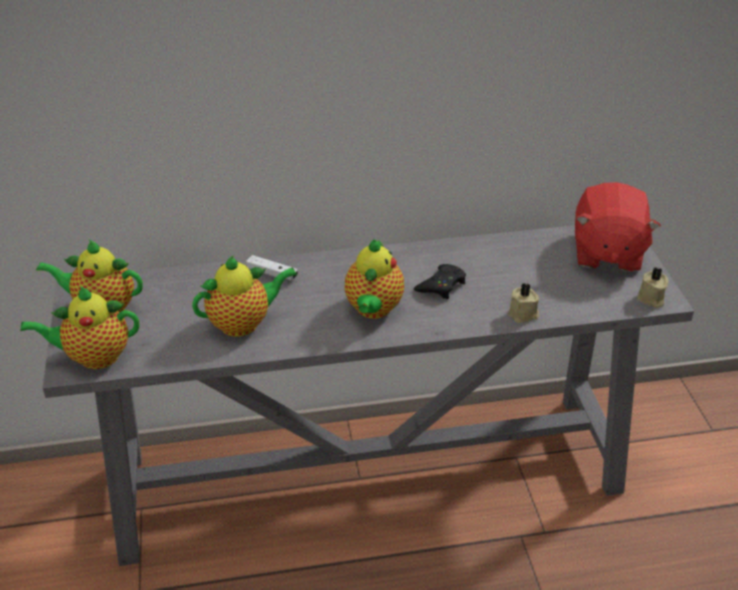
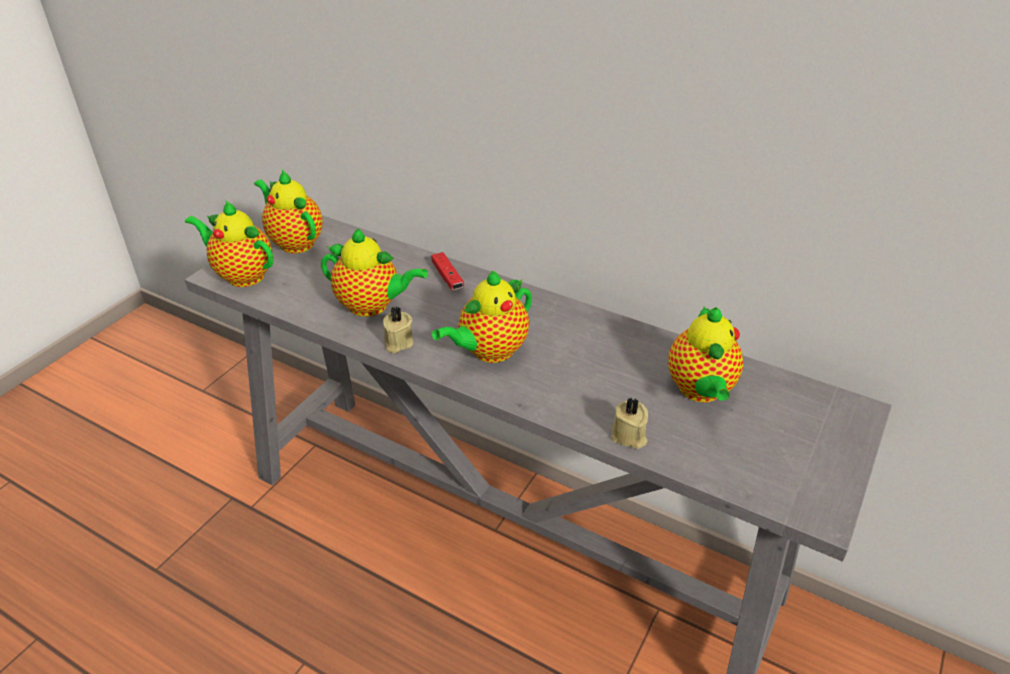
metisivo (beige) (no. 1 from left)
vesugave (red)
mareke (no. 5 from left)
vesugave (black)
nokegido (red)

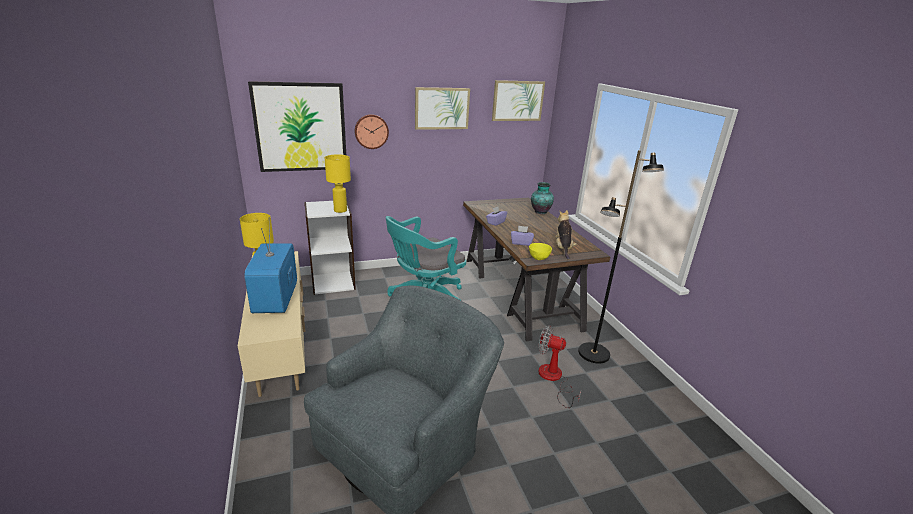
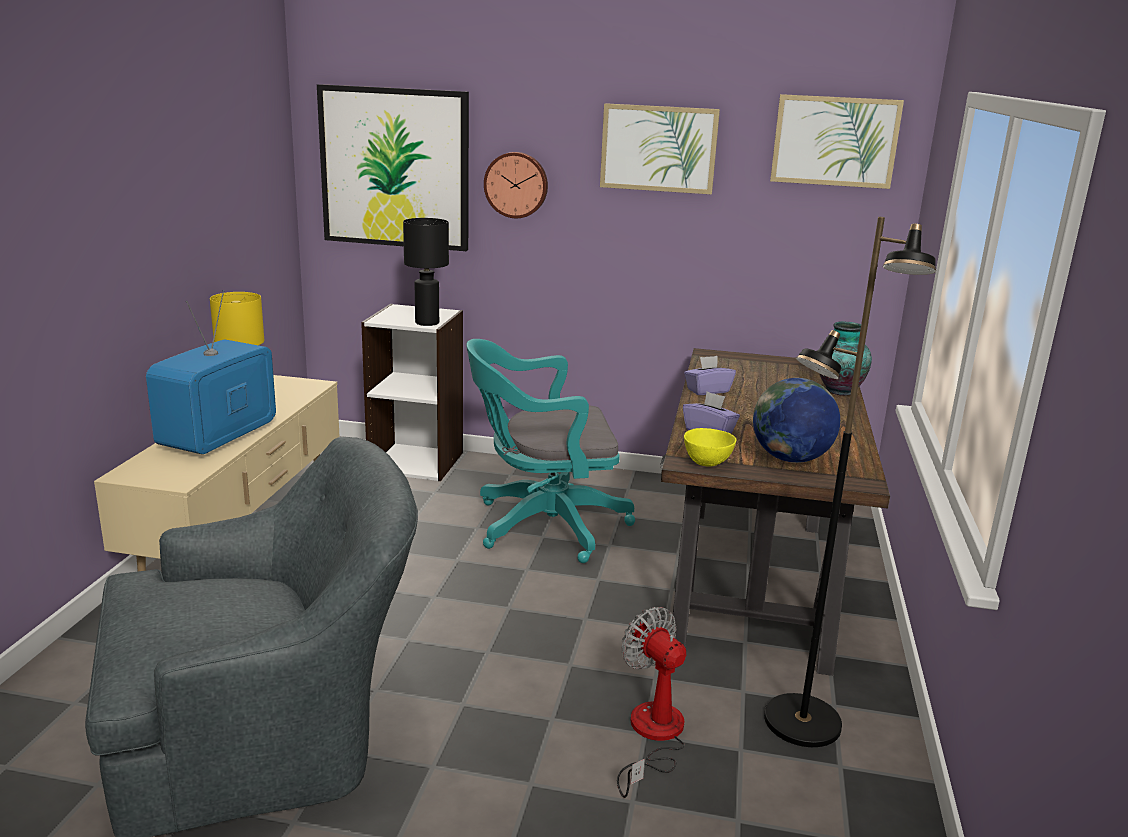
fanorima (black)
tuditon

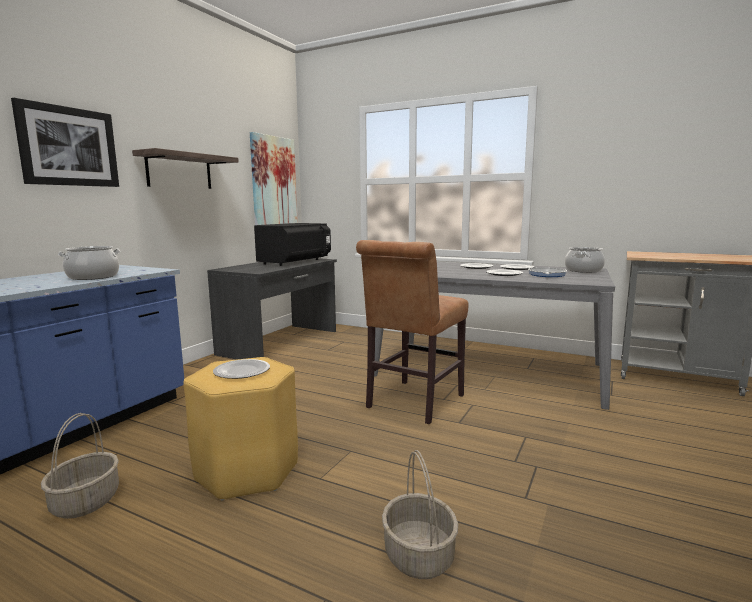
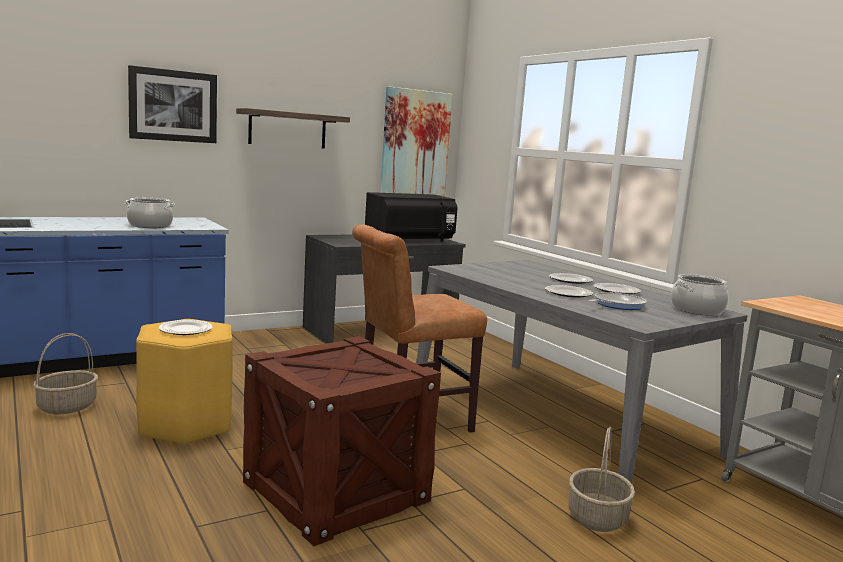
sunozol
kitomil (no. 2 from left)

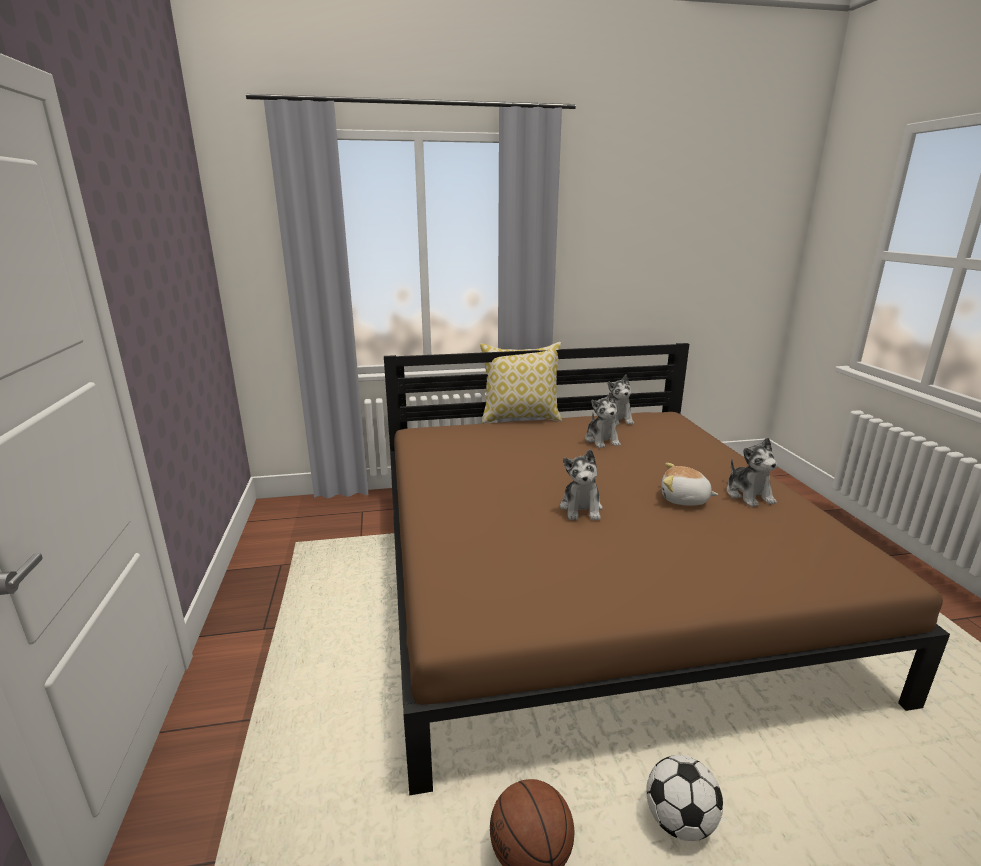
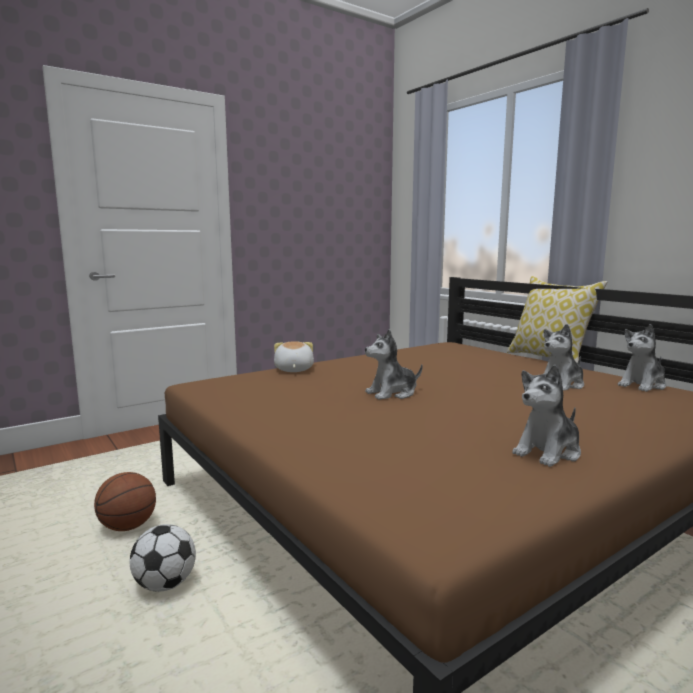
nokegido (no. 1 from left)

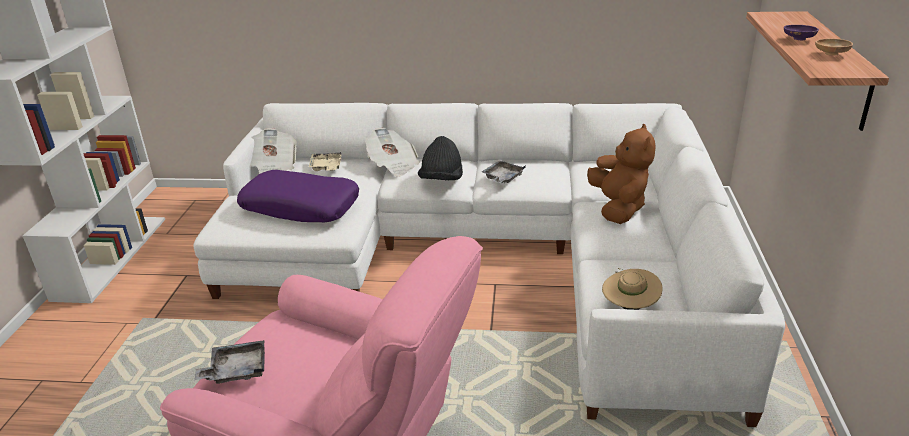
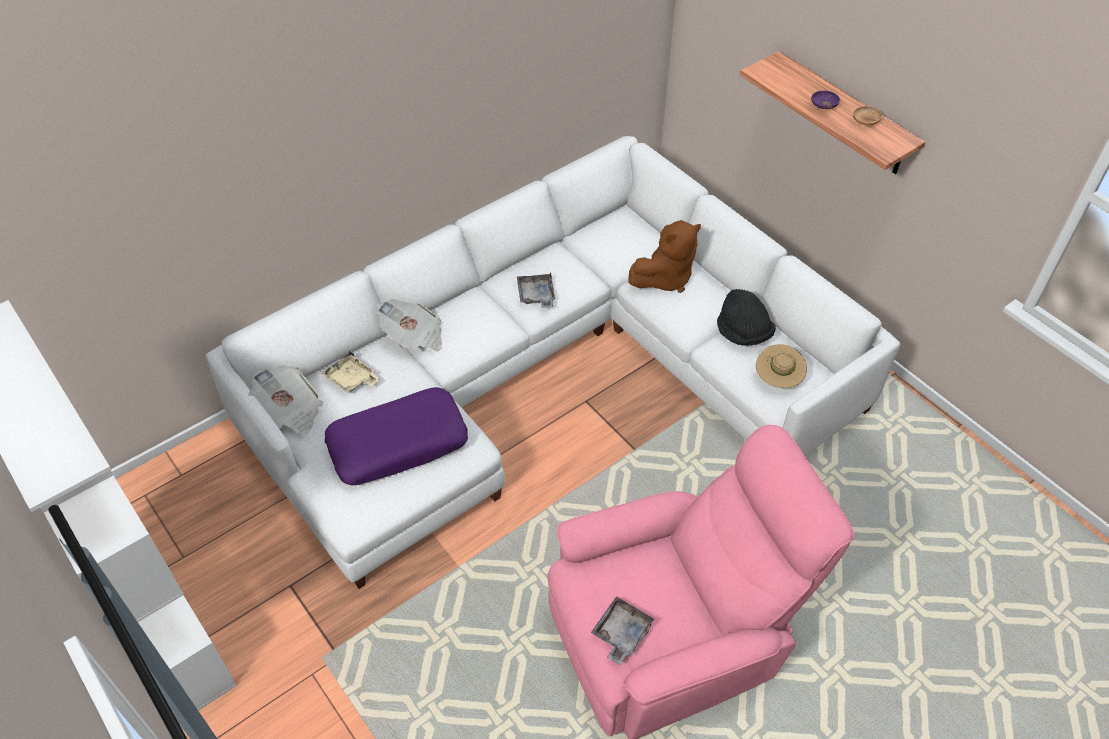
nokegido (brown)
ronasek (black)

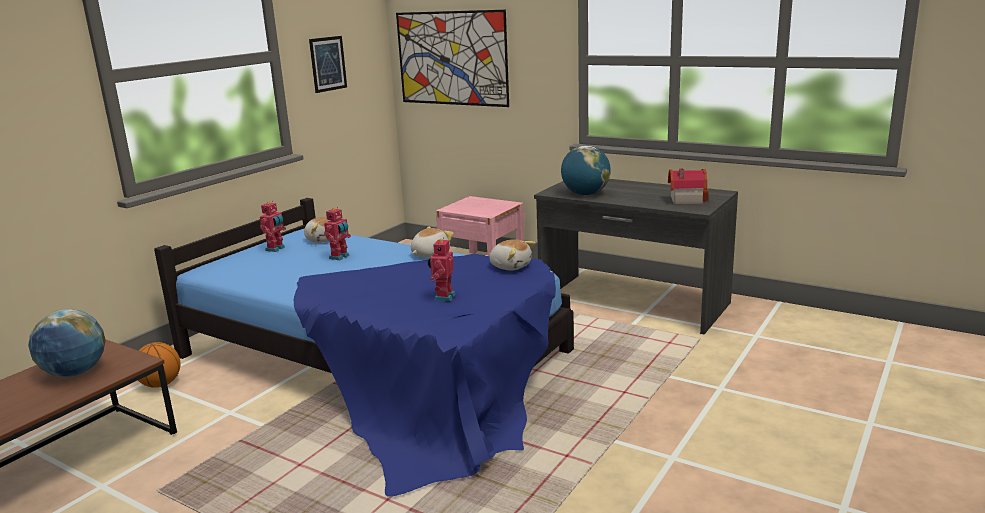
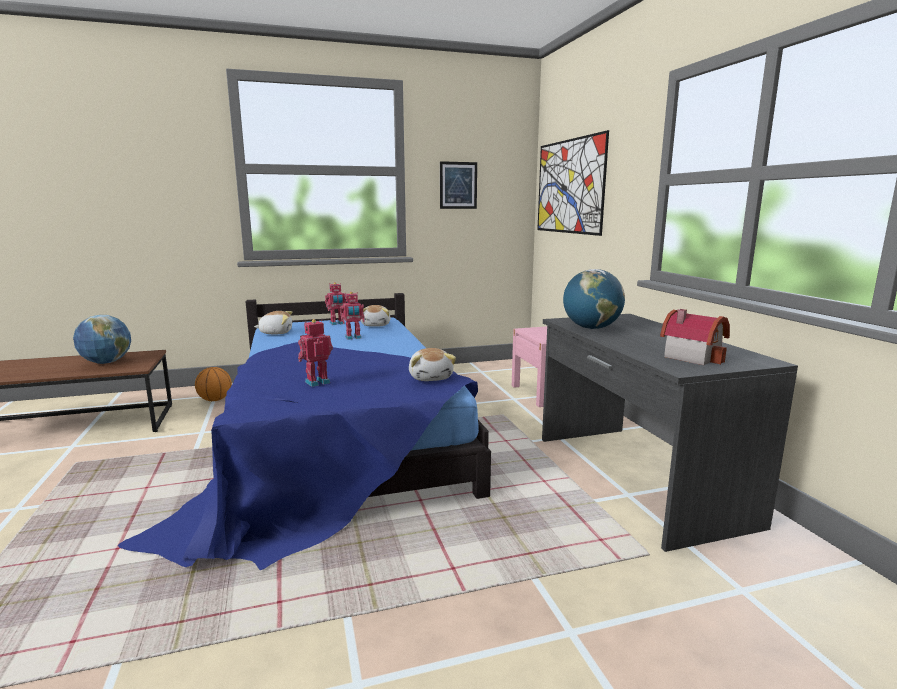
nokegido (no. 1 from left)

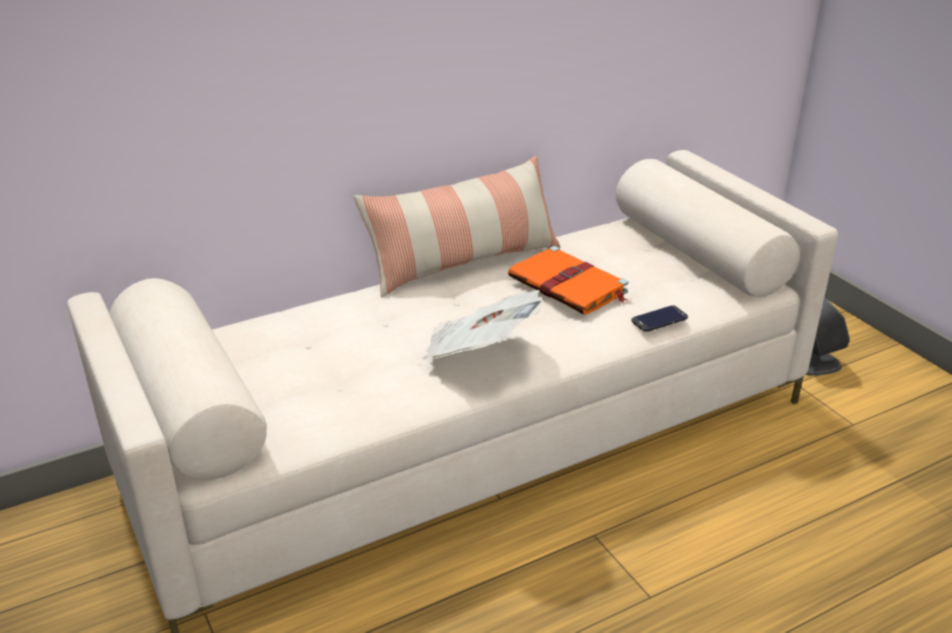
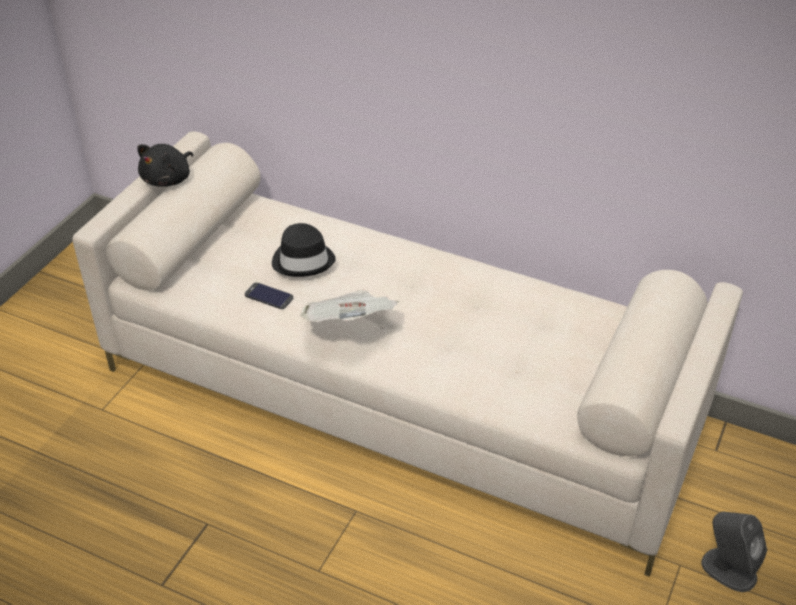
nokegido (black)
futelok
ronasek (black)
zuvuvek
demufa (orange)

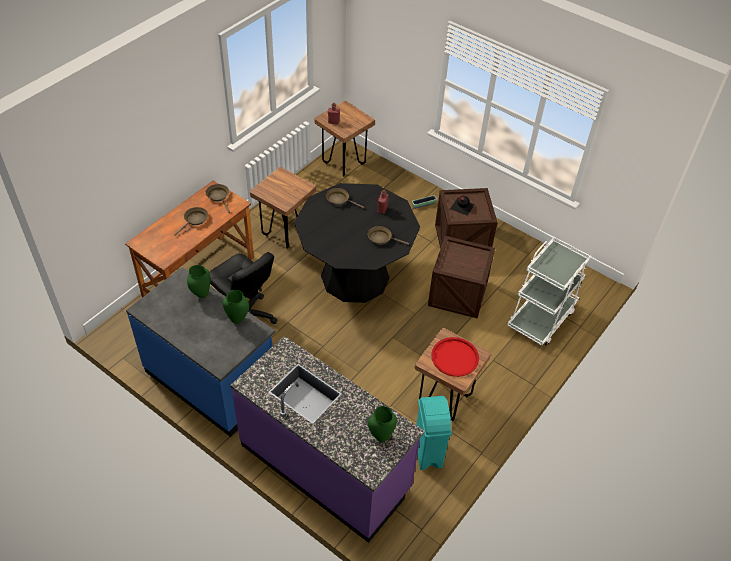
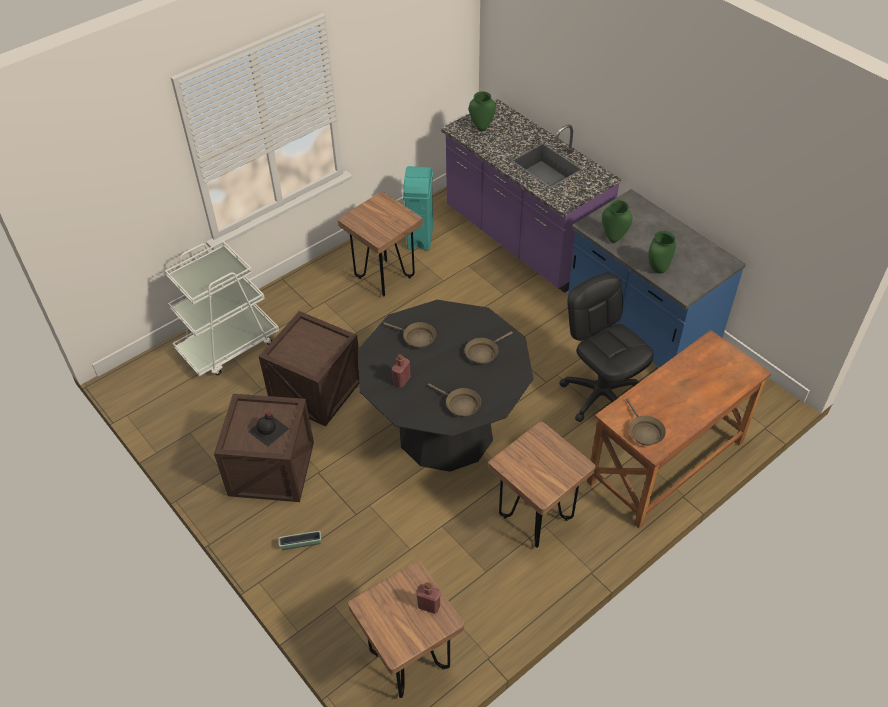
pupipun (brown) (no. 3 from left)
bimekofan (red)

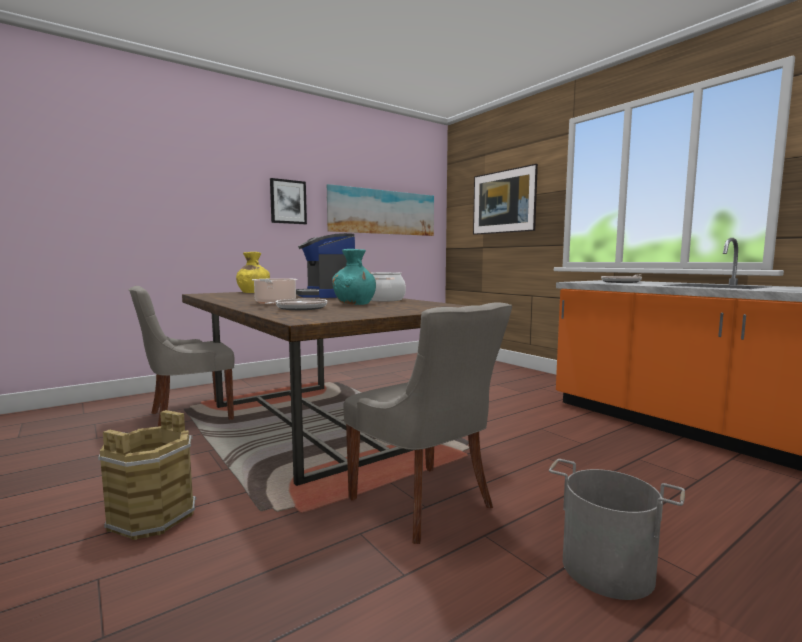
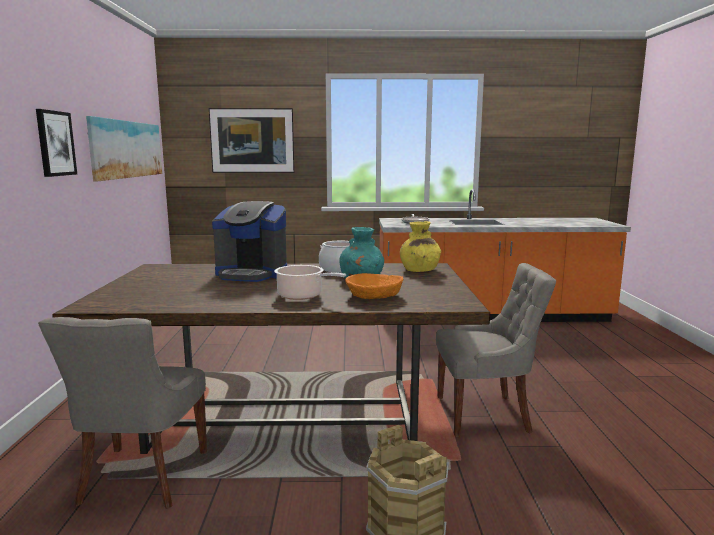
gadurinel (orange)
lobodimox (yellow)
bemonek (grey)

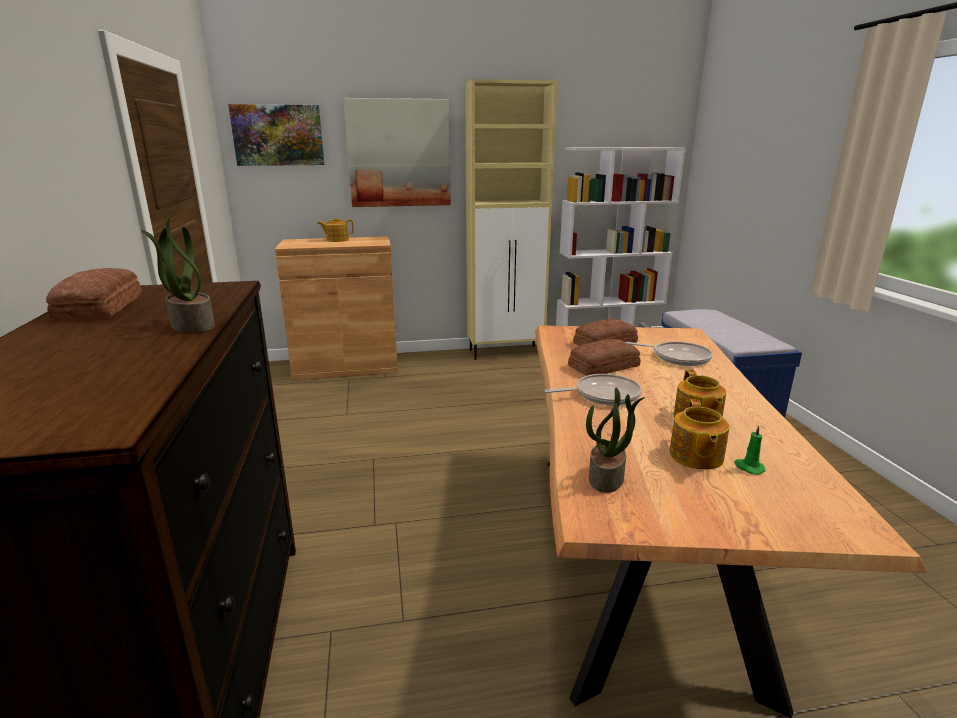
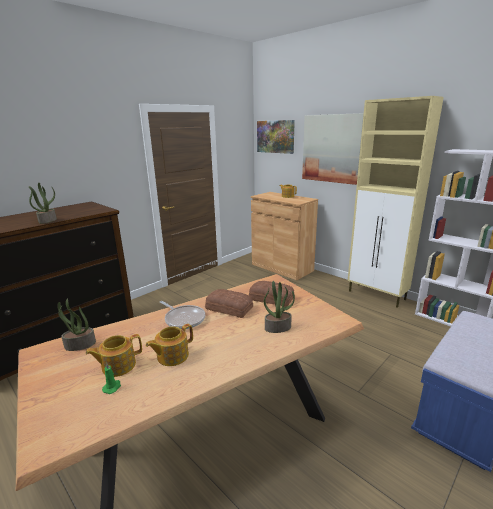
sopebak (no. 3 from left)
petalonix (no. 1 from left in the first image)

